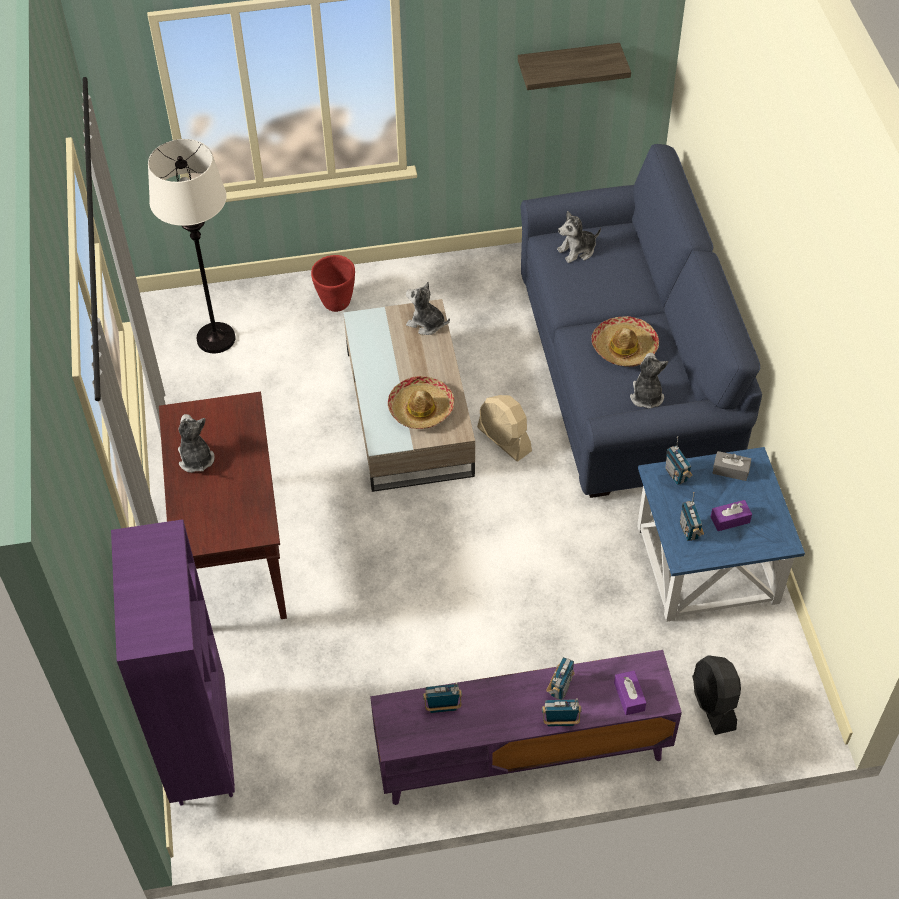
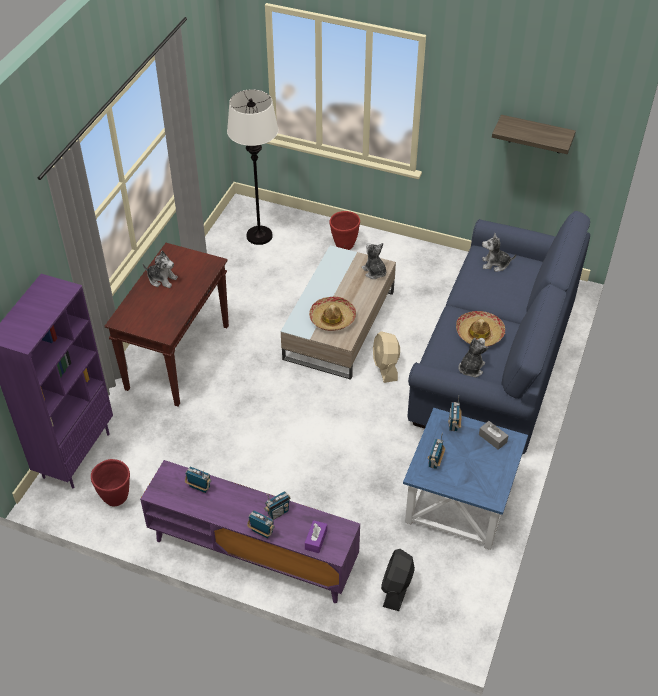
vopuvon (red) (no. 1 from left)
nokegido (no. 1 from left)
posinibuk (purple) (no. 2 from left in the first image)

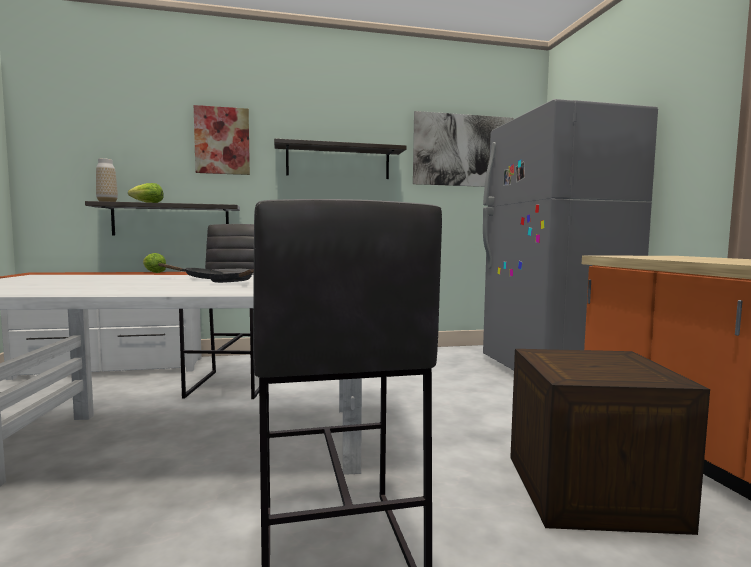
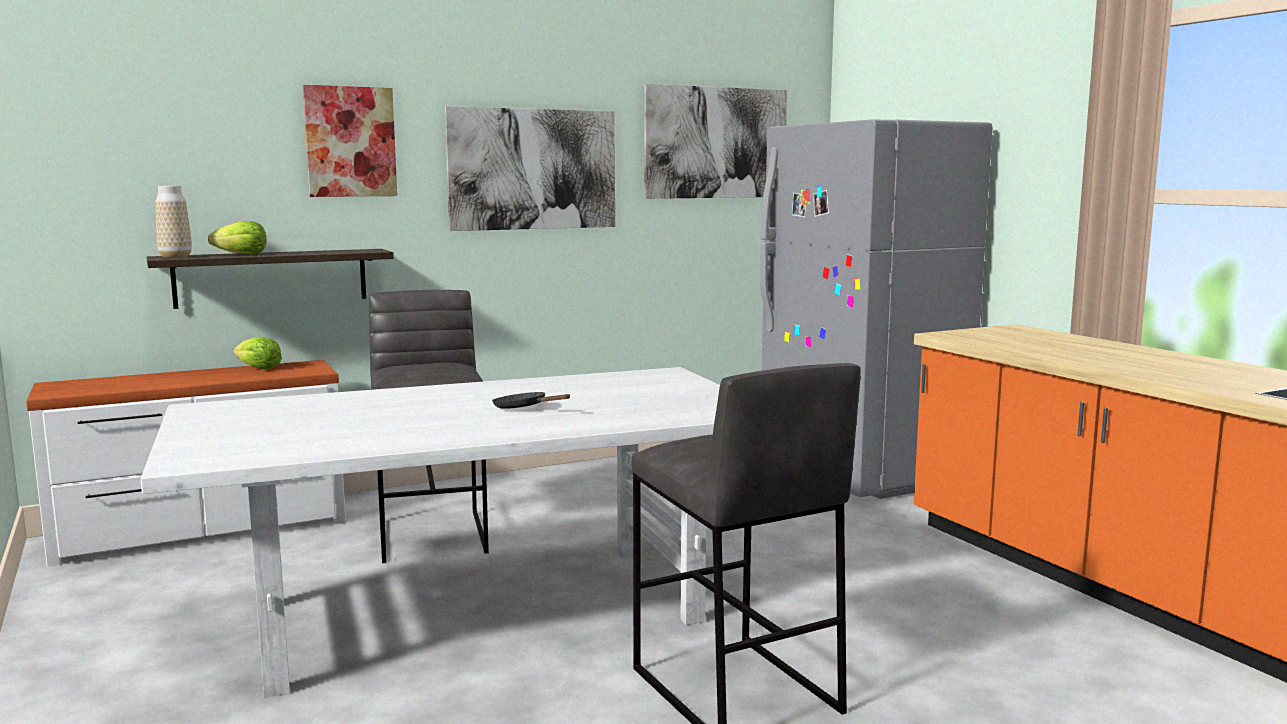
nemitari (no. 2 from left)
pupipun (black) (no. 1 from left in the first image)
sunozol

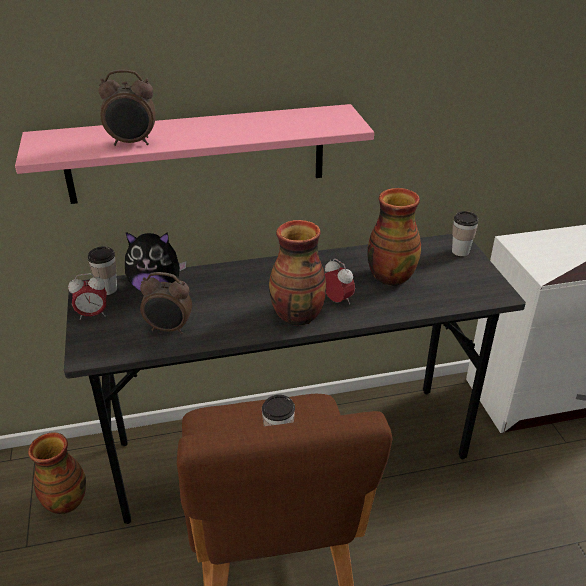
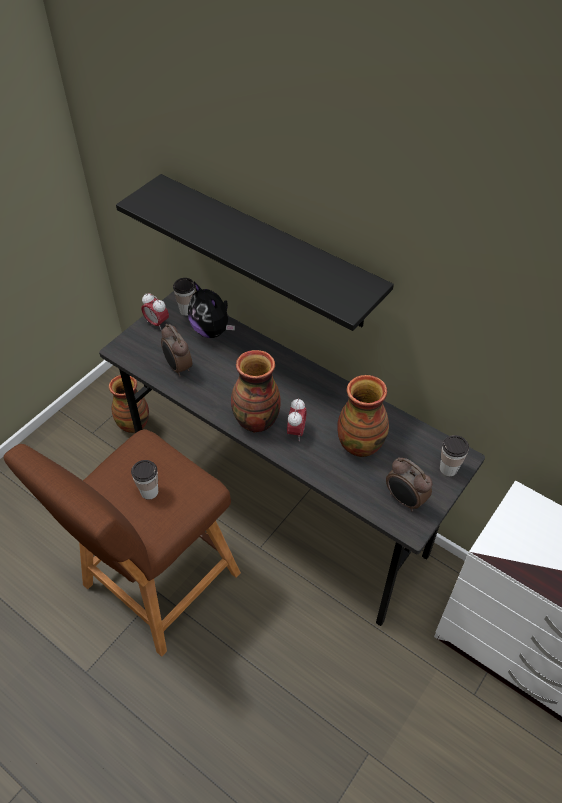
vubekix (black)
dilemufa (no. 4 from left)

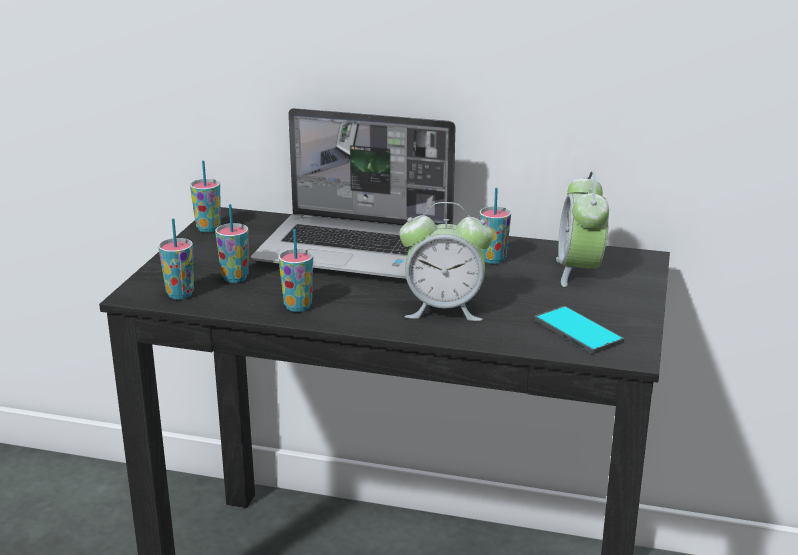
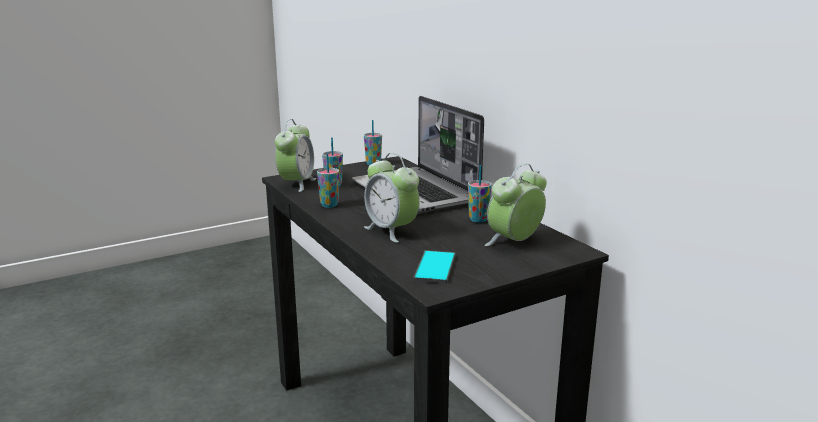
dilemufa (no. 1 from left)

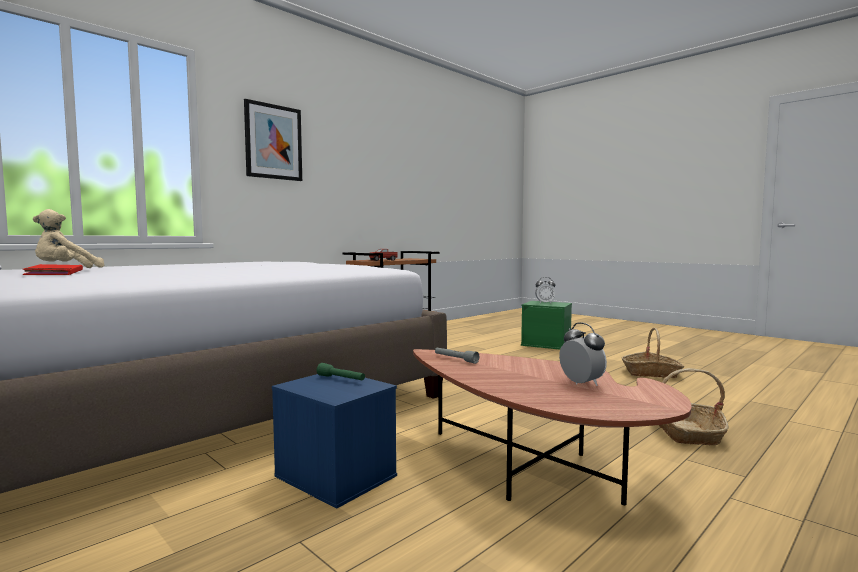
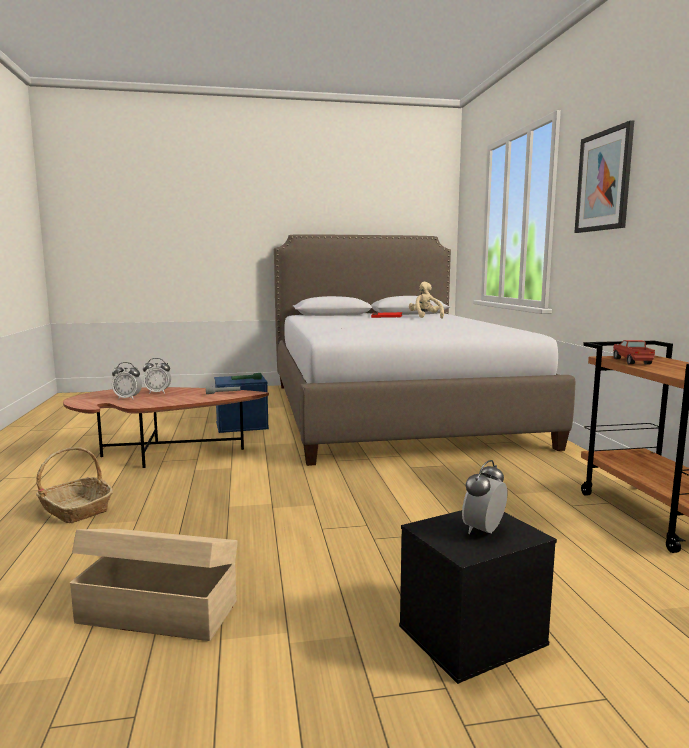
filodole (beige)
dilemufa (no. 2 from left)
filodole (black)

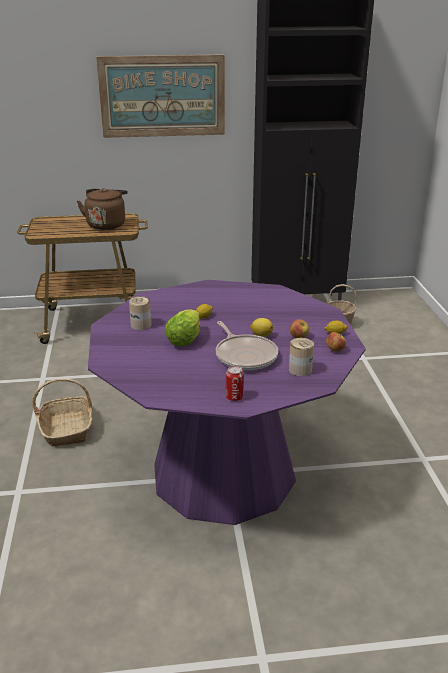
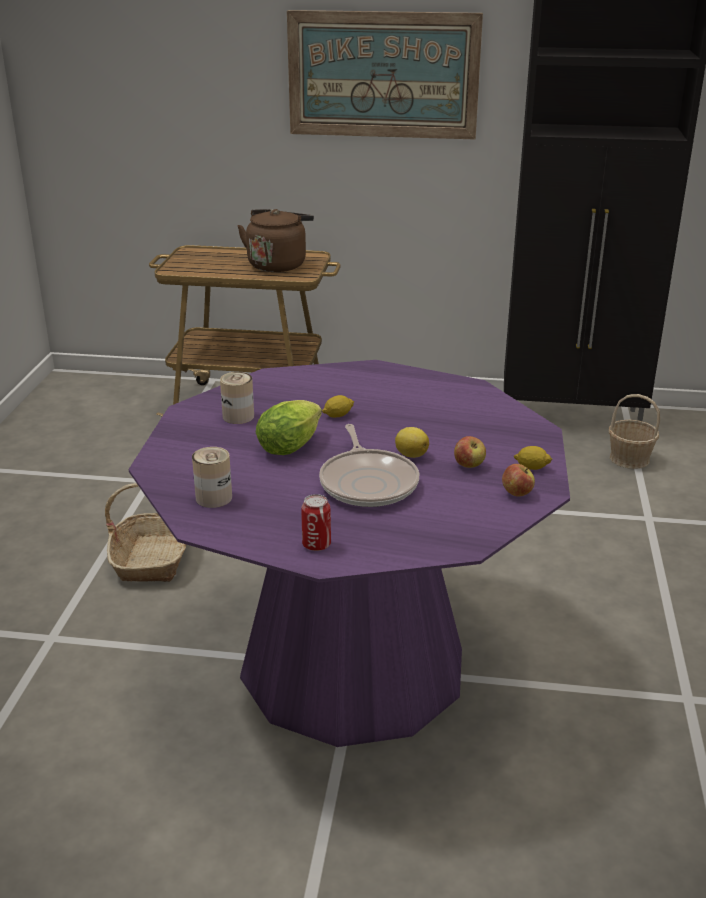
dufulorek (no. 1 from left)

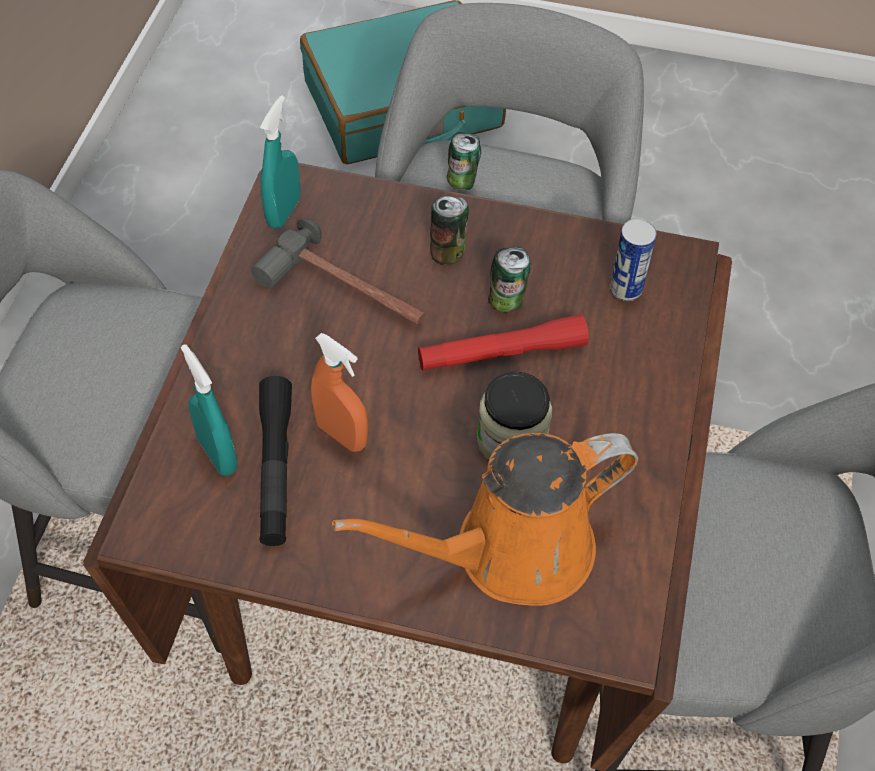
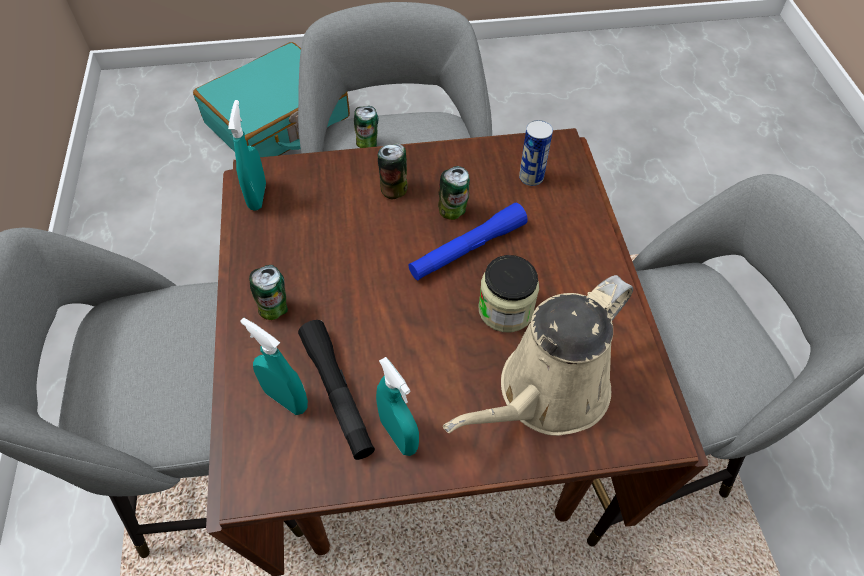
dufulorek (no. 1 from left)
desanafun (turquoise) (no. 3 from left)
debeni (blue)
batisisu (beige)
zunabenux
desanafun (orange)

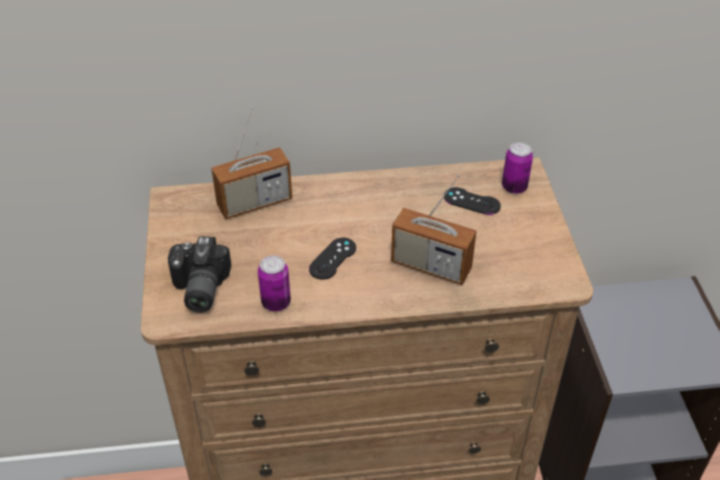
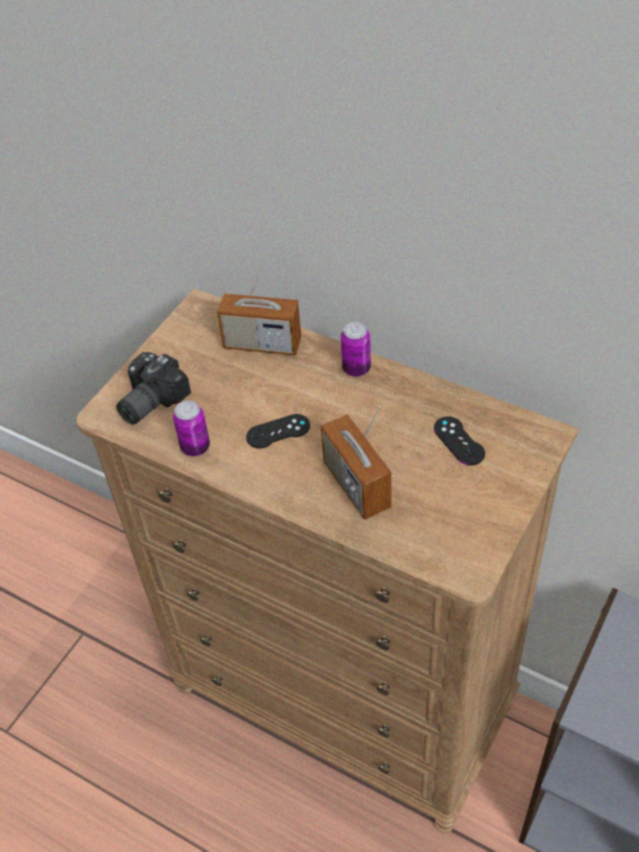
dufulorek (no. 2 from left)

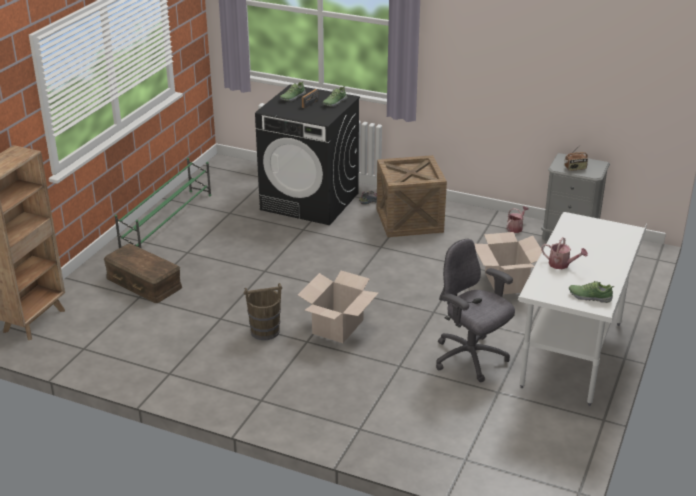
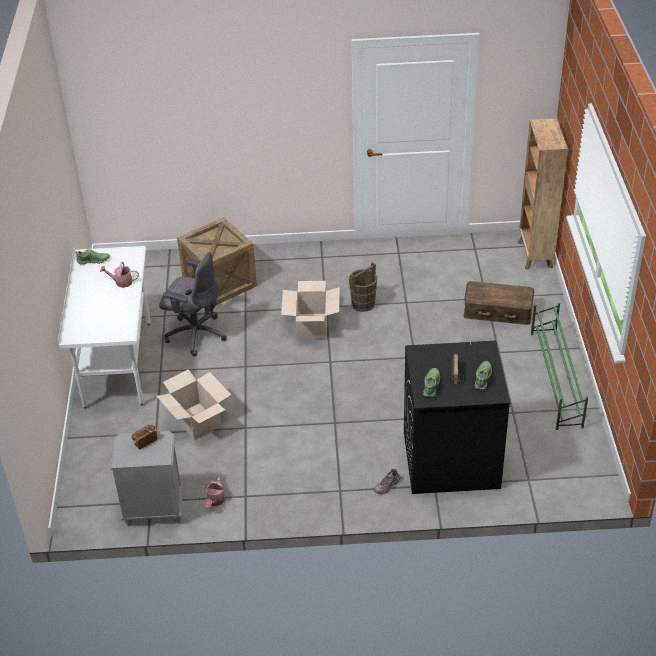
sunozol

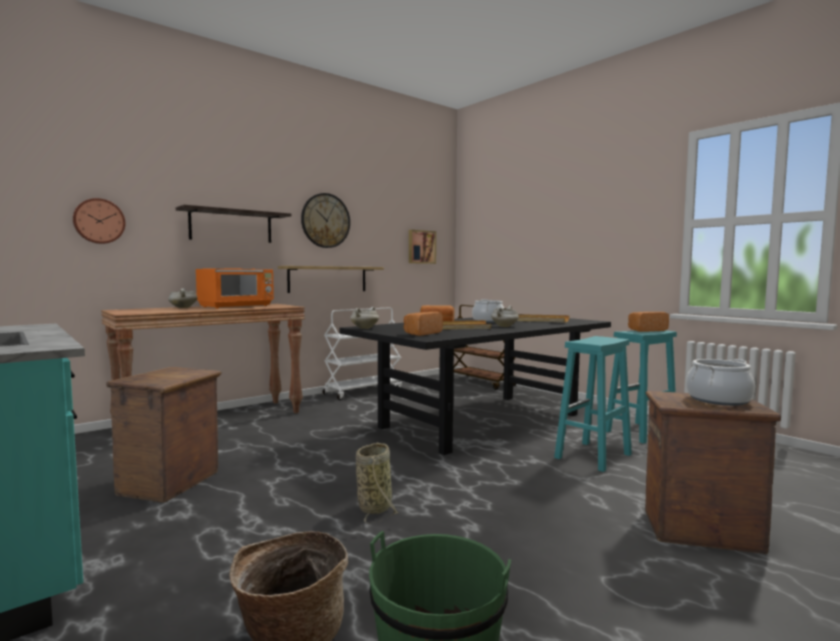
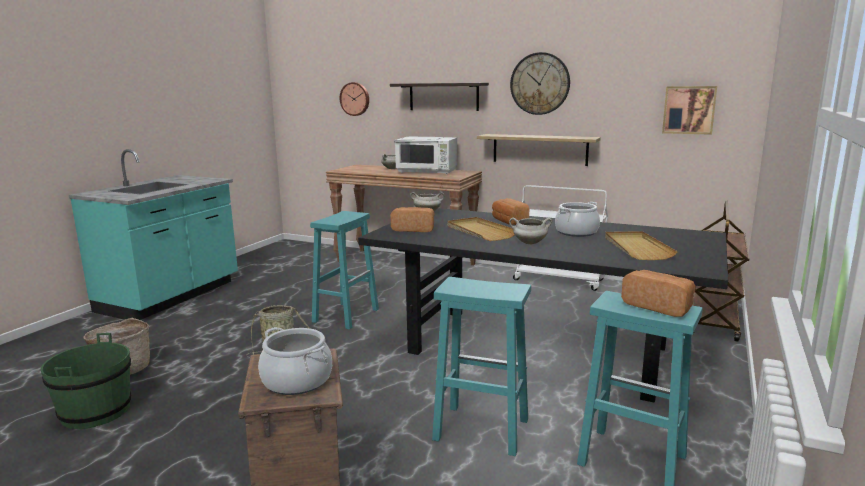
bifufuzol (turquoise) (no. 1 from left)
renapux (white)
sunozol (no. 1 from left in the first image)

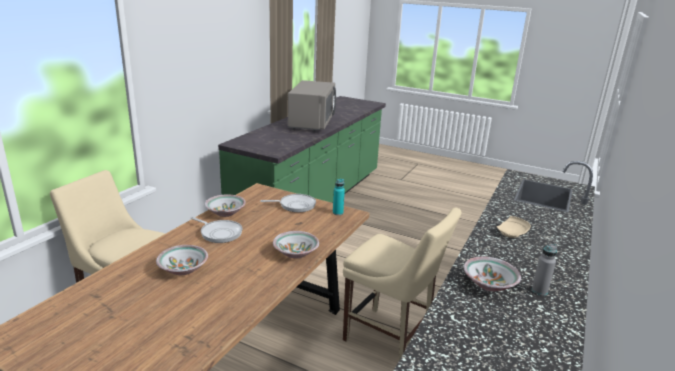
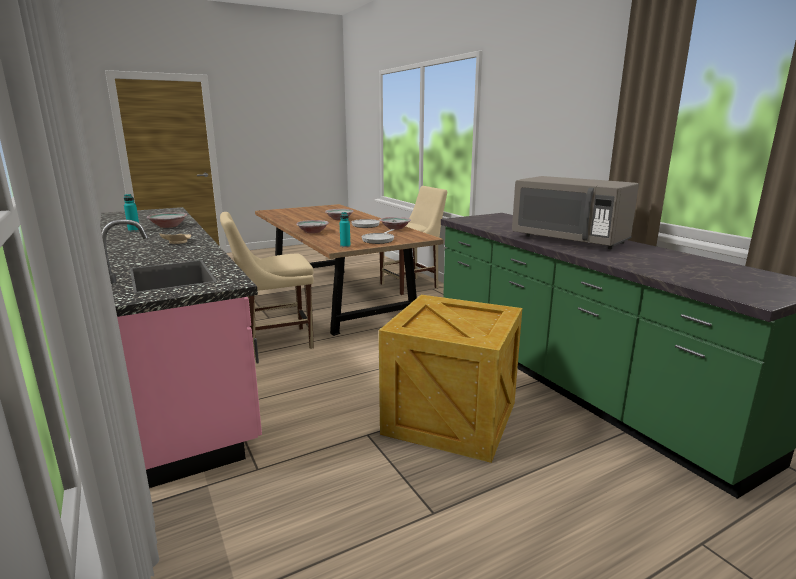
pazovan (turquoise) (no. 1 from left)
sunozol

